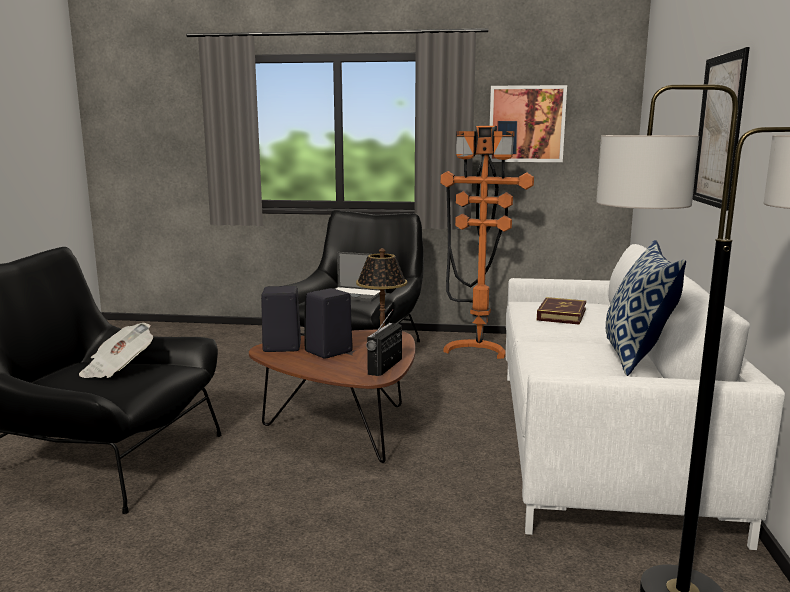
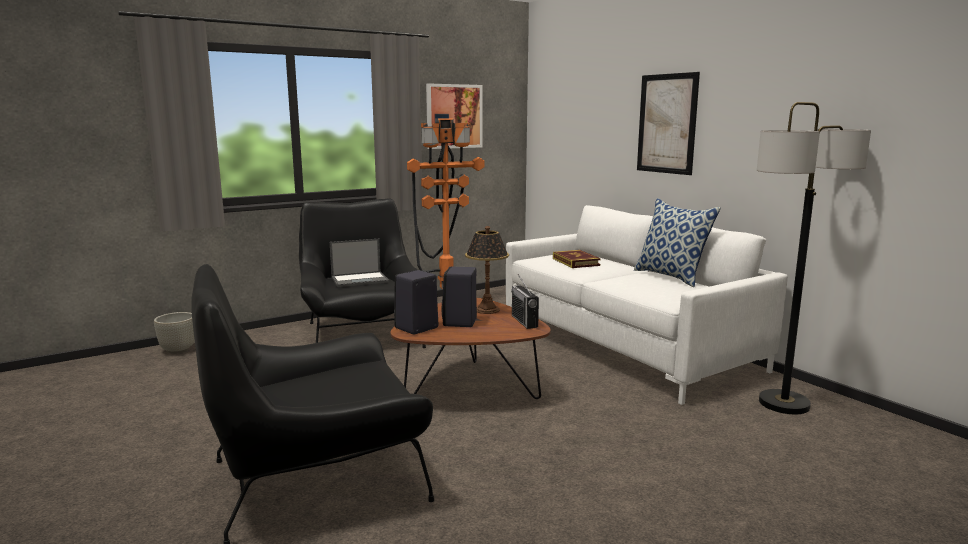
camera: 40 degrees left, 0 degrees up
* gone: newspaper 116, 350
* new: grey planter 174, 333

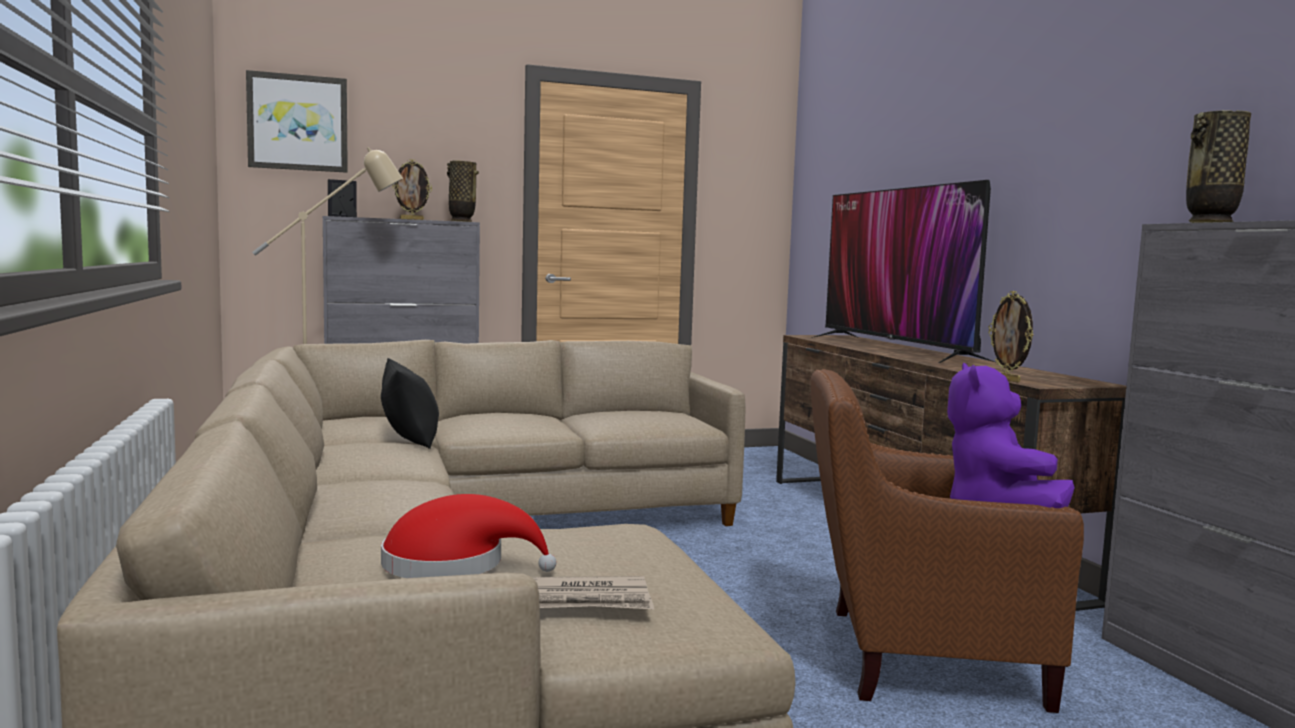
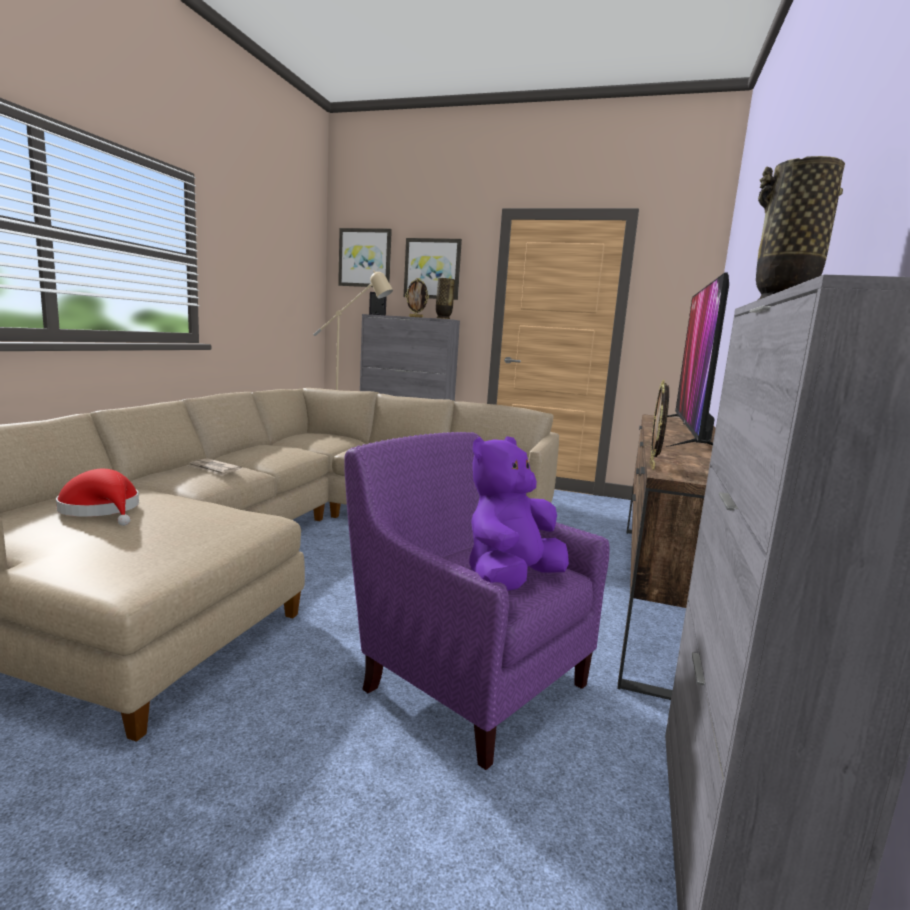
camera: 35 degrees right, 5 degrees up
* gone: blackish pillow 410, 403
* new: picture 433, 269
* shifted: newspaper 593, 592 to 214, 467
* repainted: brown armchair 947, 541 to purple armchair 477, 601

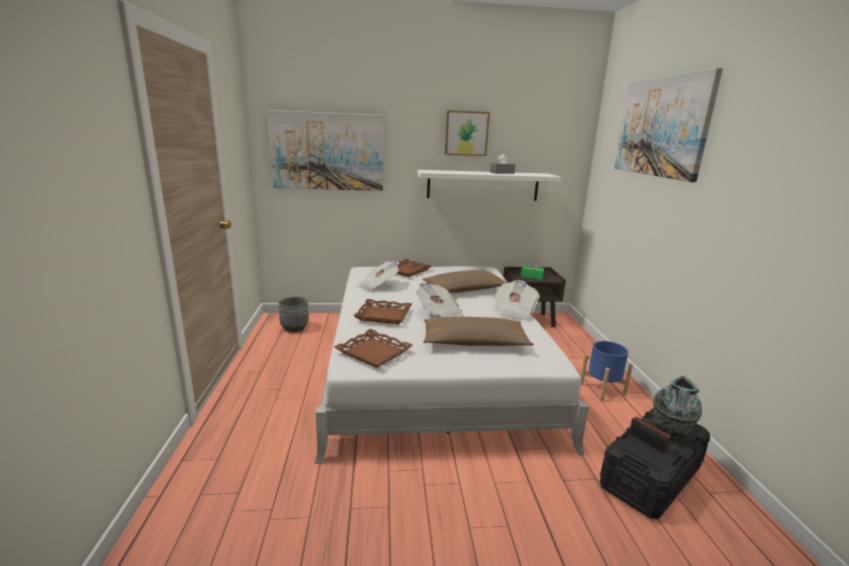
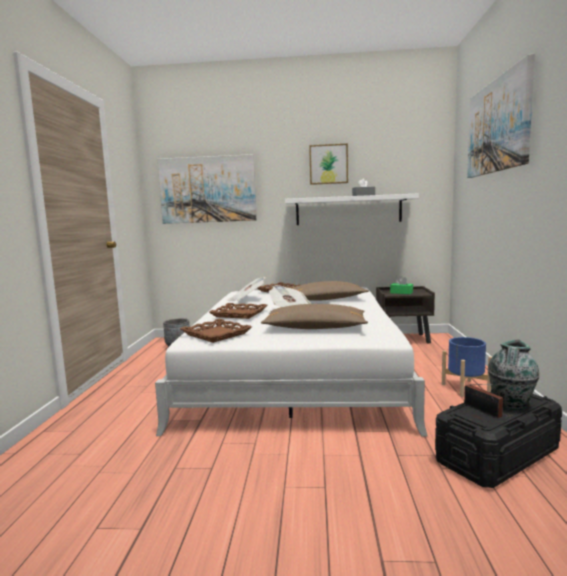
camera: 10 degrees right, 10 degrees down
* gone: newspaper 517, 299

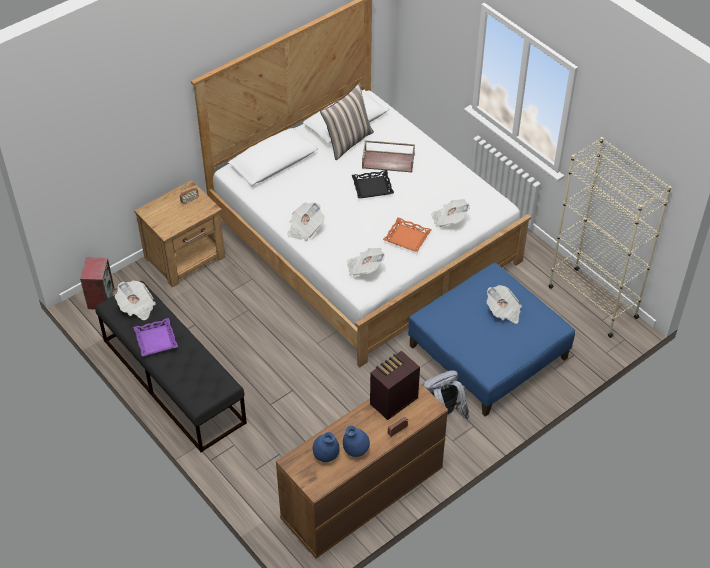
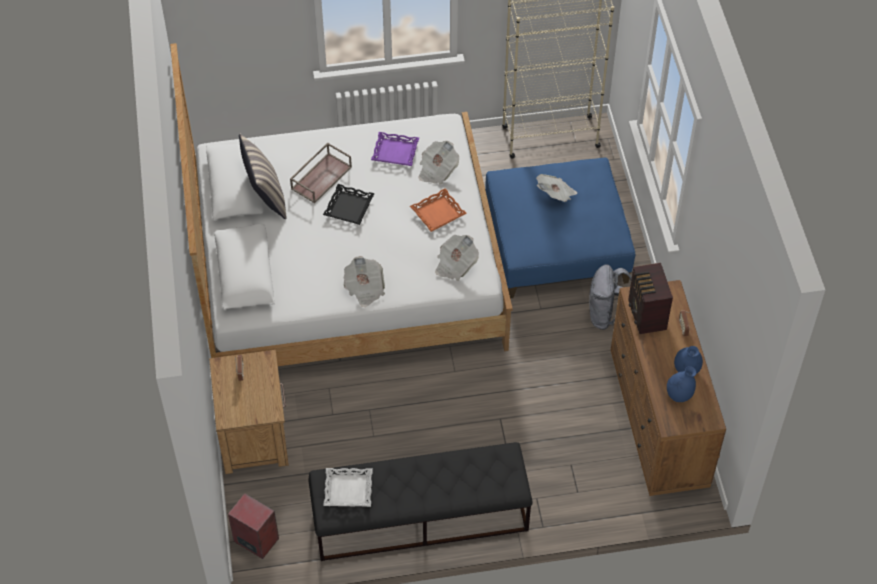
camera: 60 degrees left, 5 degrees up
* shifted: purple carrying tray 155, 337 to 395, 149
* swapped: newspaper 135, 300 to white-coloured carrying tray 348, 487

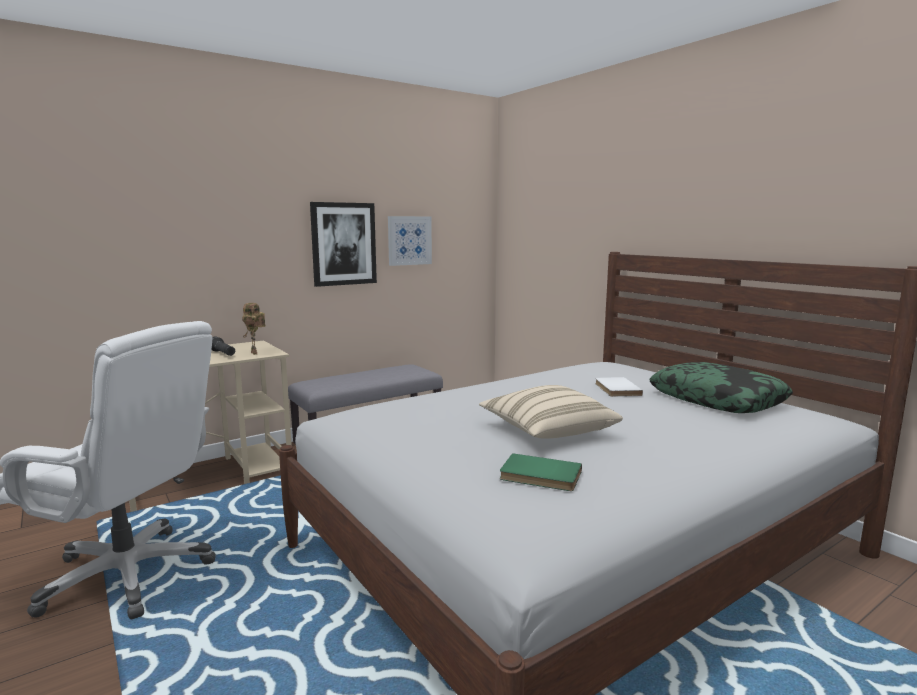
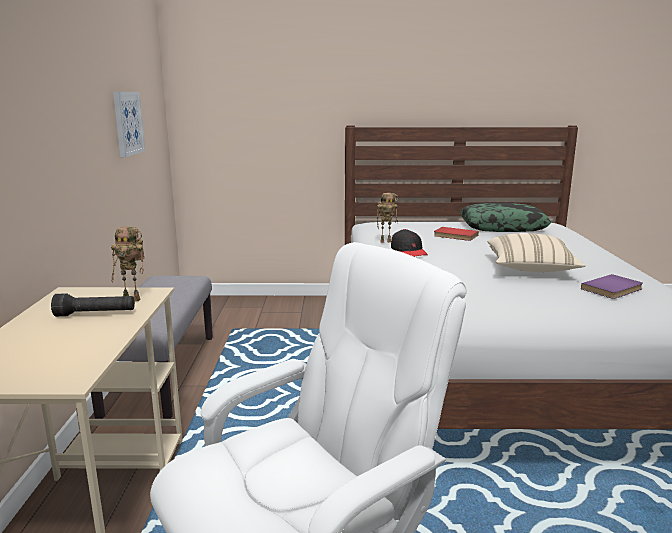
camera: 55 degrees left, 5 degrees up
* gone: picture 343, 244
* new: toy robot 387, 218
* new: blackish peaked cap 409, 243
* repainted: green-coloured book 541, 472 to purple book 612, 286
* repainted: white-coloured book 619, 387 to red-coloured book 456, 234

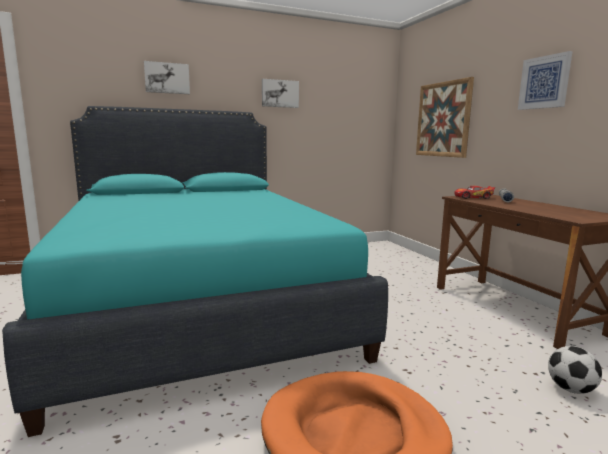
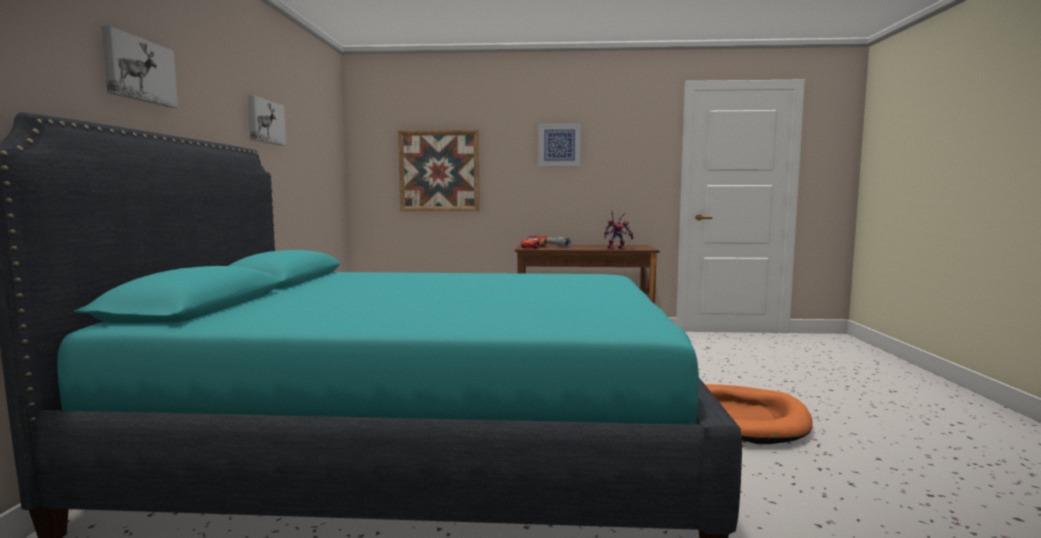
camera: 65 degrees left, 5 degrees down
* gone: football 575, 370
* new: toy robot 619, 230

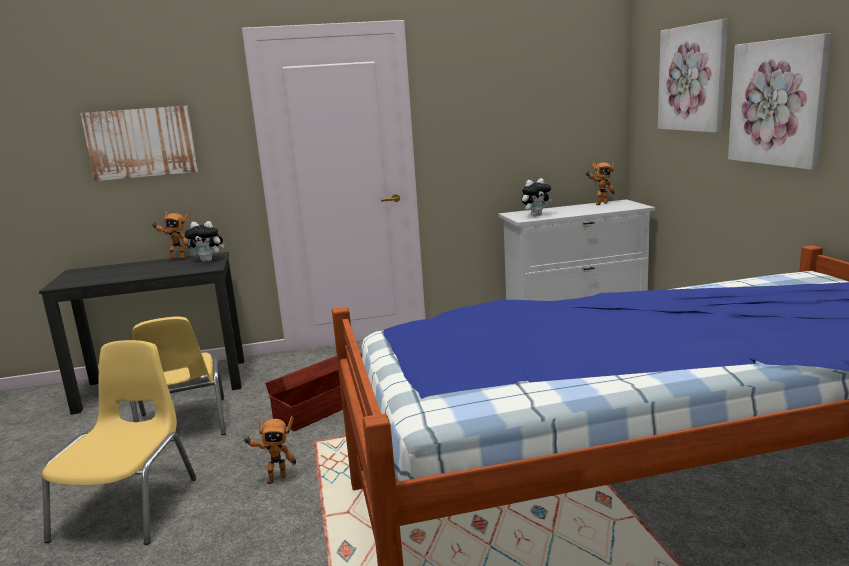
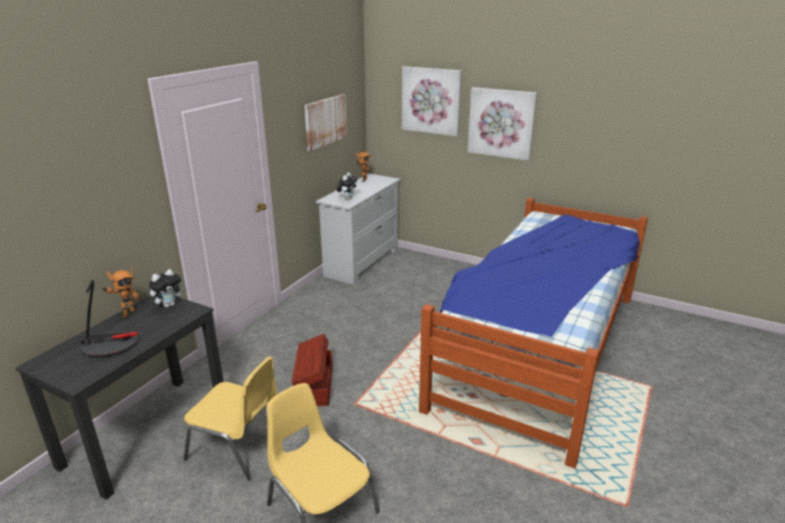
camera: 50 degrees left, 10 degrees up
* gone: toy robot 269, 450
* new: lamp for a table 110, 318
* shifted: picture 139, 143 to 325, 122

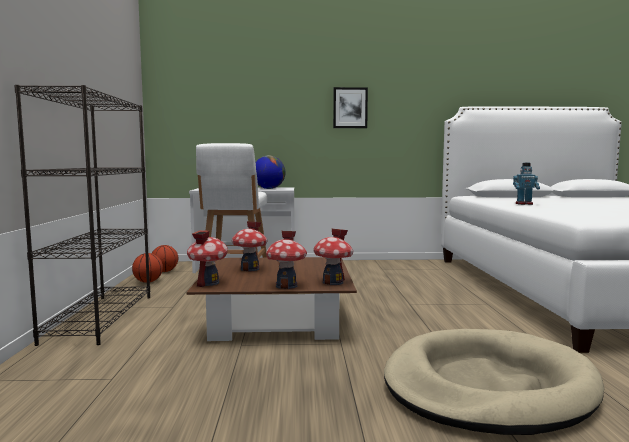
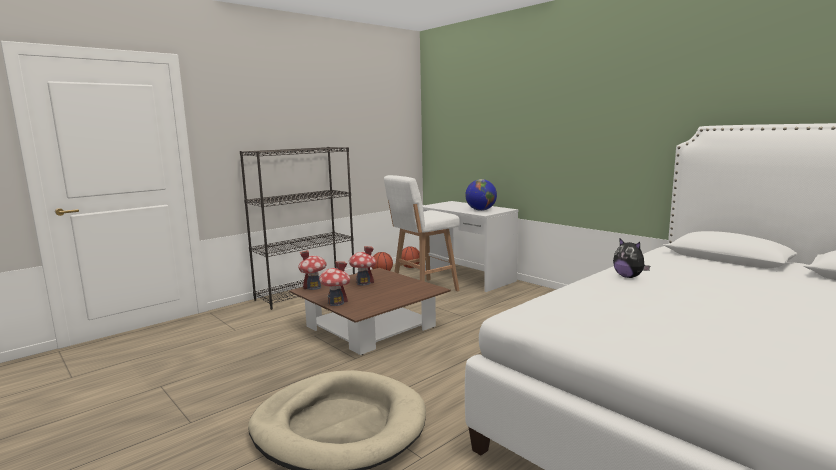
camera: 50 degrees right, 5 degrees up
* gone: model house 333, 257
* gone: picture 350, 107
* swapped: toy robot 526, 184 to plush toy 631, 258

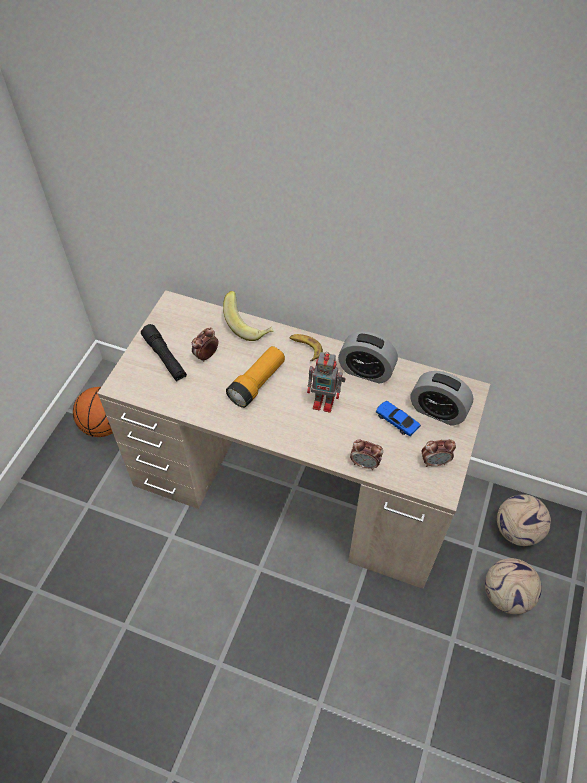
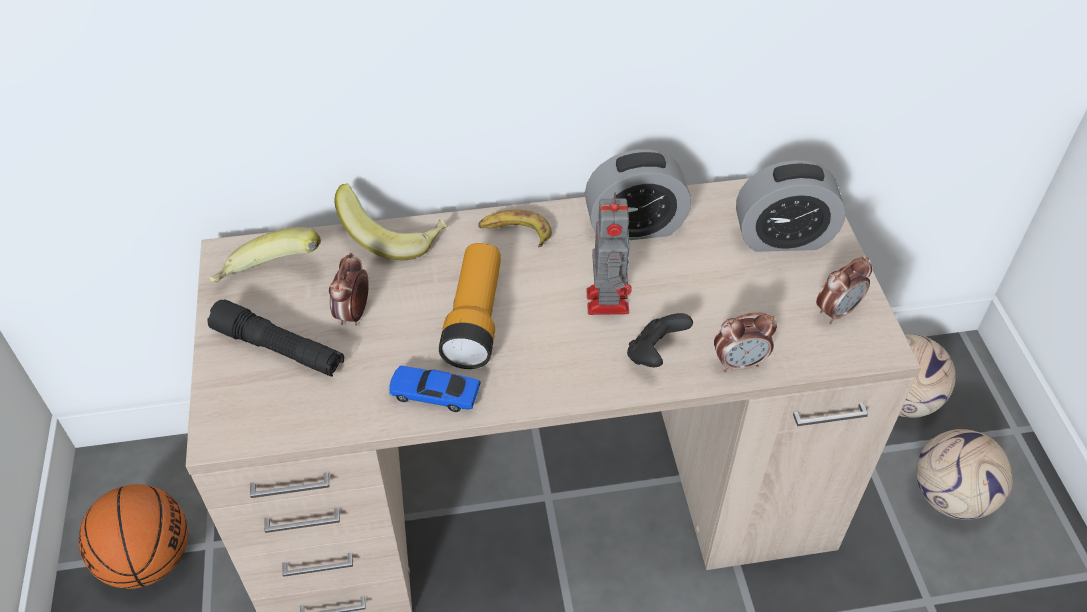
camera: 30 degrees left, 5 degrees down
* new: banana 265, 255
* new: blackish gamepad 660, 340
* shifted: toy car 398, 418 to 434, 388
* rotated: toy robot 326, 382 = 609, 253 75 degrees counterclockwise

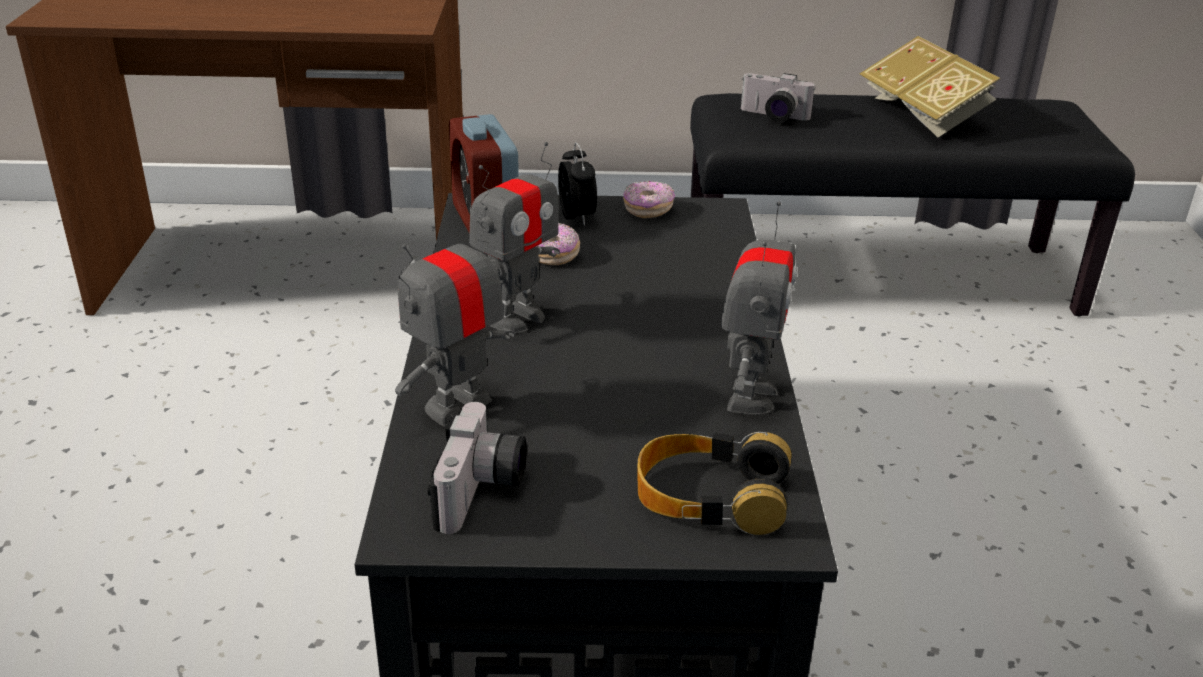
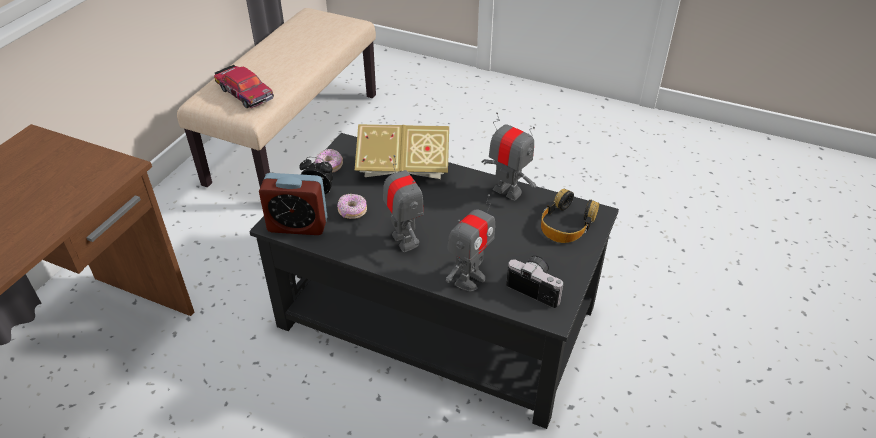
camera: 65 degrees left, 10 degrees up
* shifted: book 930, 86 to 402, 151
* swapped: photo camera 778, 97 to toy car 244, 86
* repainted: blackish indoor bench 912, 205 to beige indoor bench 276, 97
* rotated: toy robot 455, 316 = 470, 242 120 degrees counterclockwise

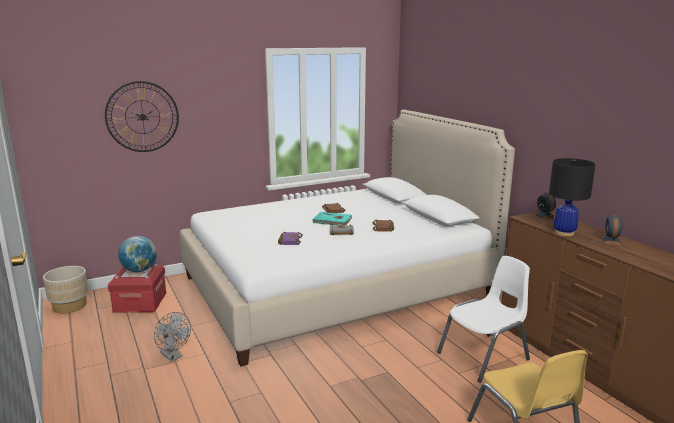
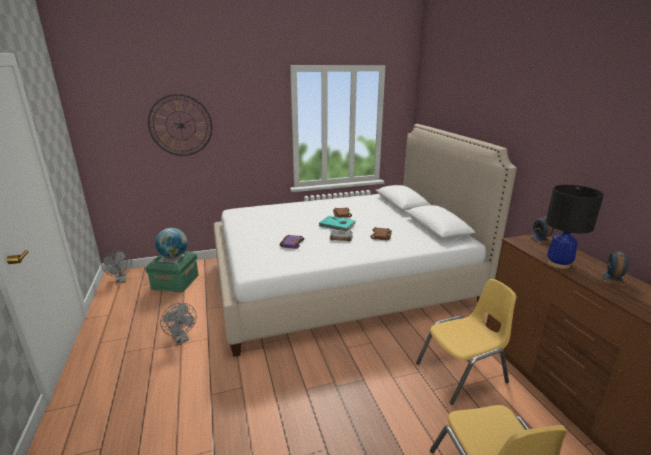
camera: 10 degrees right, 5 degrees up
* swapped: beige planter 65, 289 to grey electric fan 116, 267
* repainted: red-coloured storage box 137, 288 to green-coloured storage box 172, 271
* repainted: white-coloured plain chair 483, 319 to yellow plain chair 466, 342

